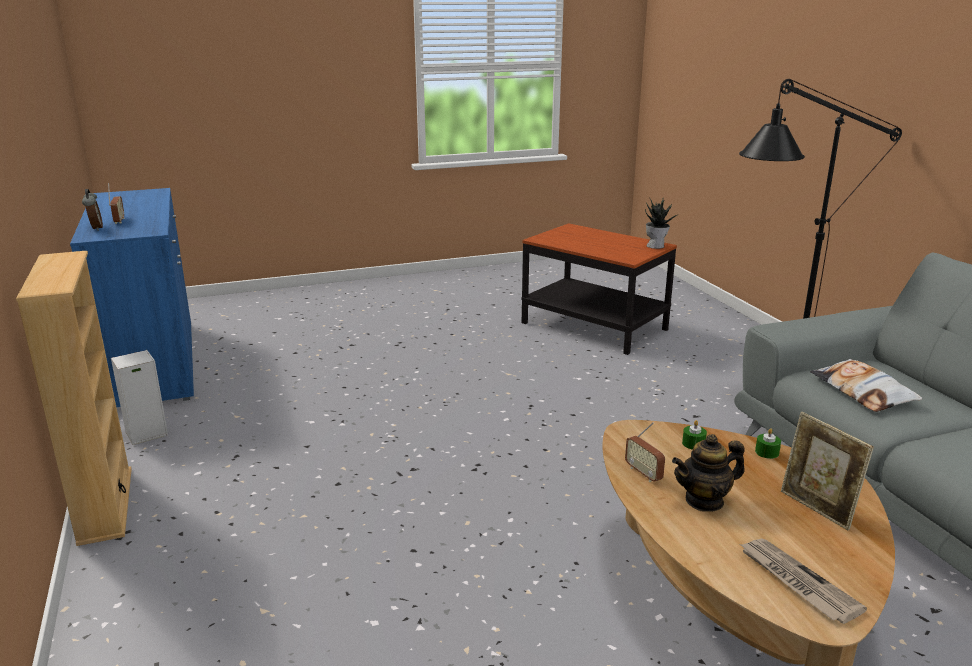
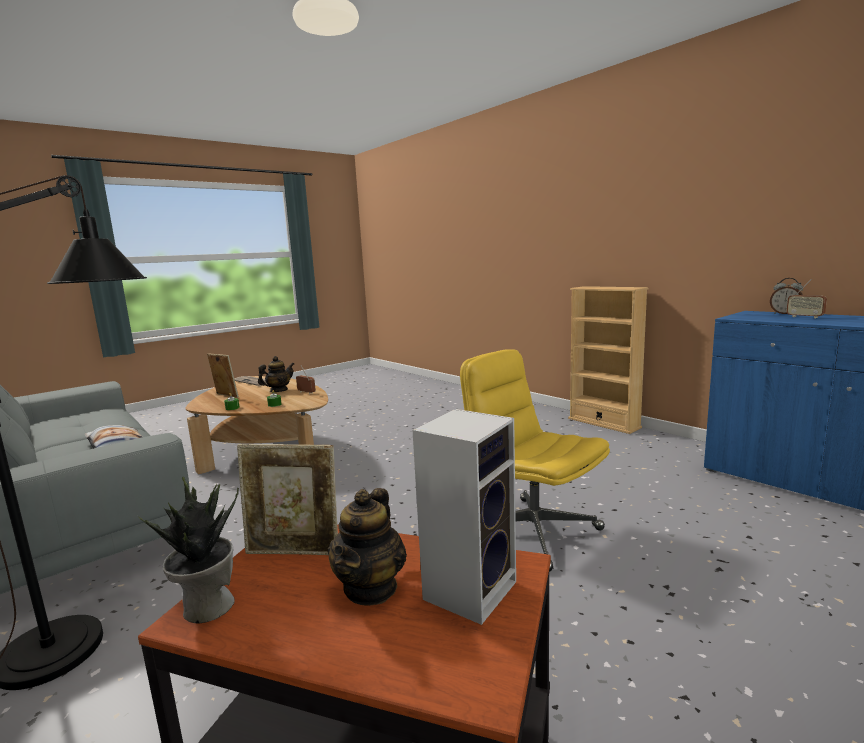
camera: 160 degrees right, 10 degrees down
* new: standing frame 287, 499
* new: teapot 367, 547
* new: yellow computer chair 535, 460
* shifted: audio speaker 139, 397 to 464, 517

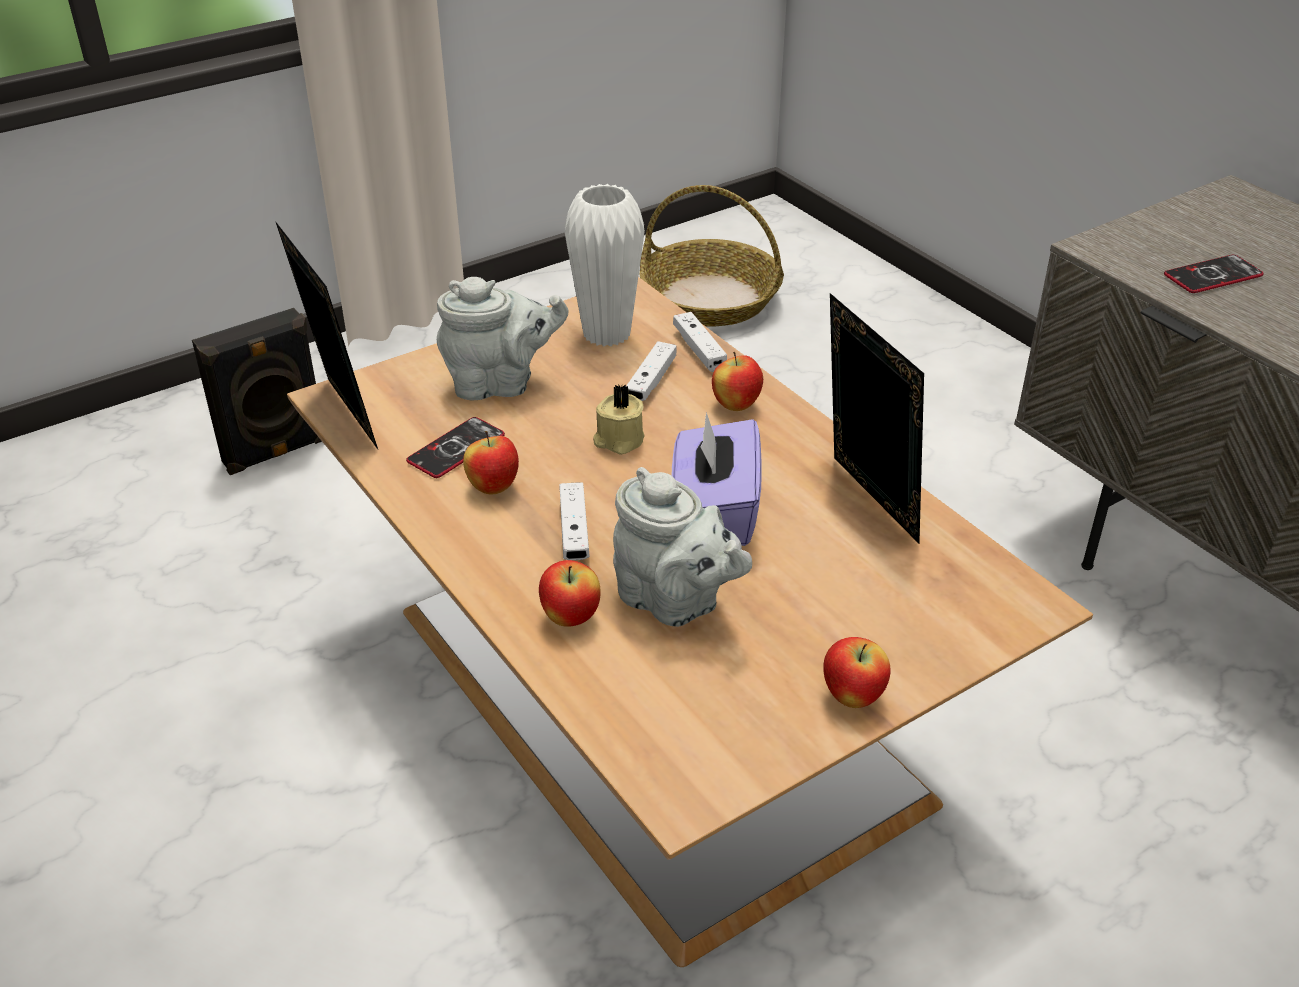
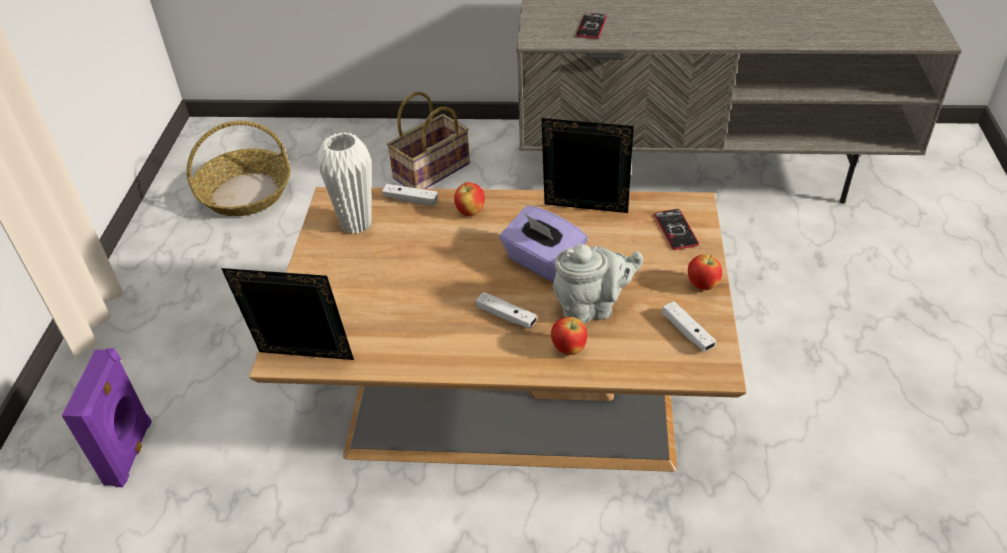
camera: 50 degrees left, 5 degrees up
* gone: grey teapot 503, 338
* gone: whole apple 491, 462
* gone: beige candle 618, 419
* new: basket 428, 140
* shifted: handset 455, 447 to 676, 229
* shifted: white-coloured gamepad 651, 371 to 689, 326
* repainted: blackish audio speaker 257, 391 to purple audio speaker 107, 417

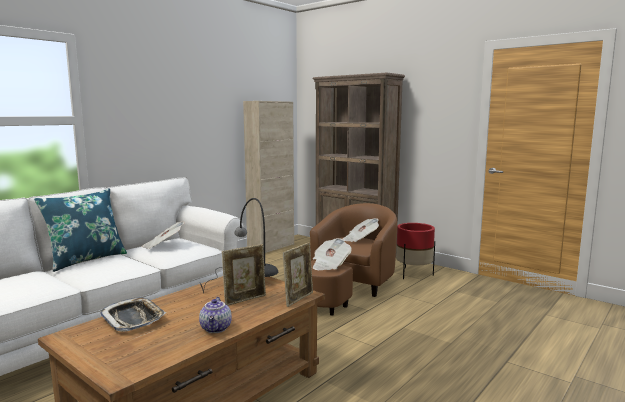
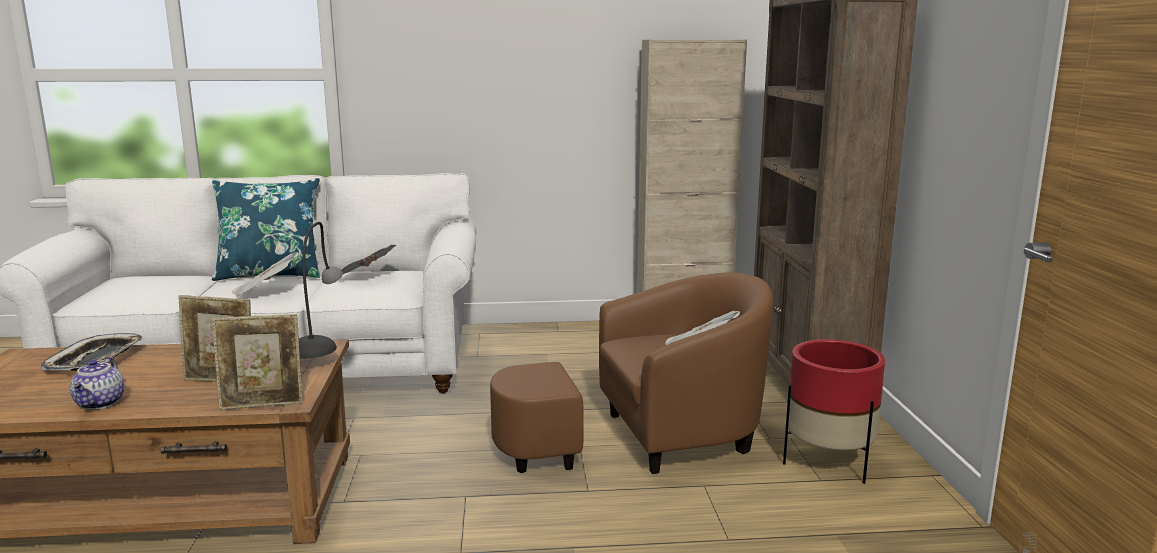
camera: 45 degrees right, 5 degrees up
* shifted: newspaper 332, 254 to 265, 274
* rotated: teapot 215, 315 = 97, 383 45 degrees counterclockwise

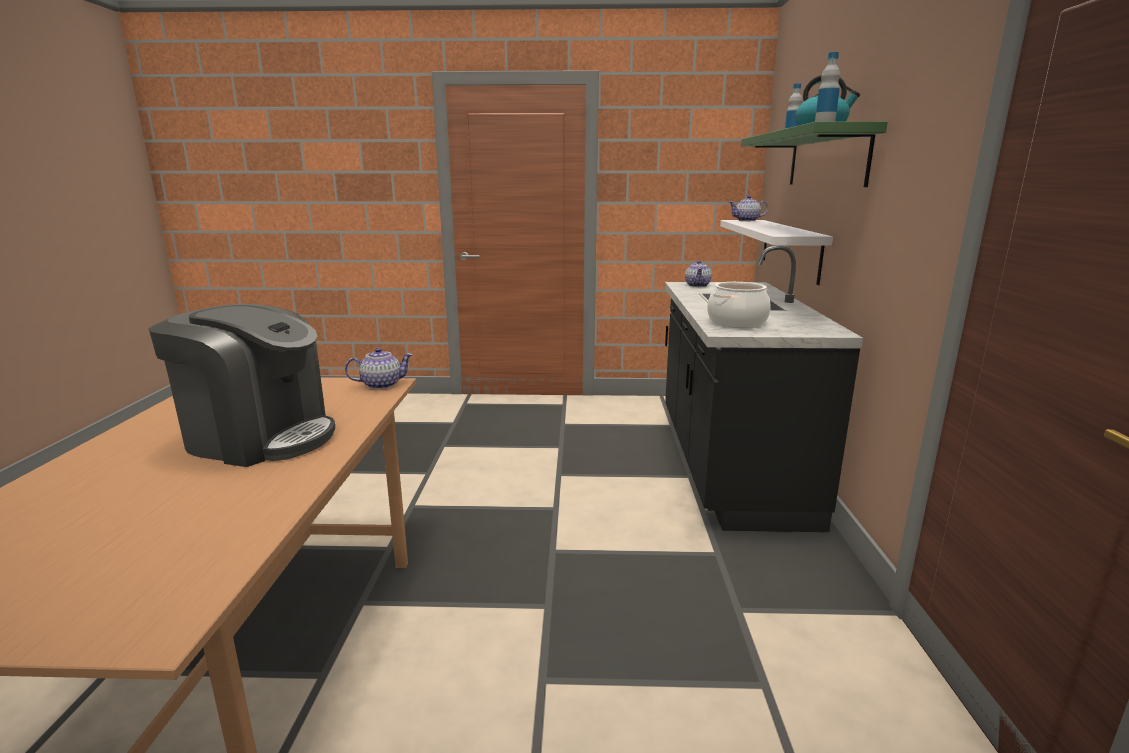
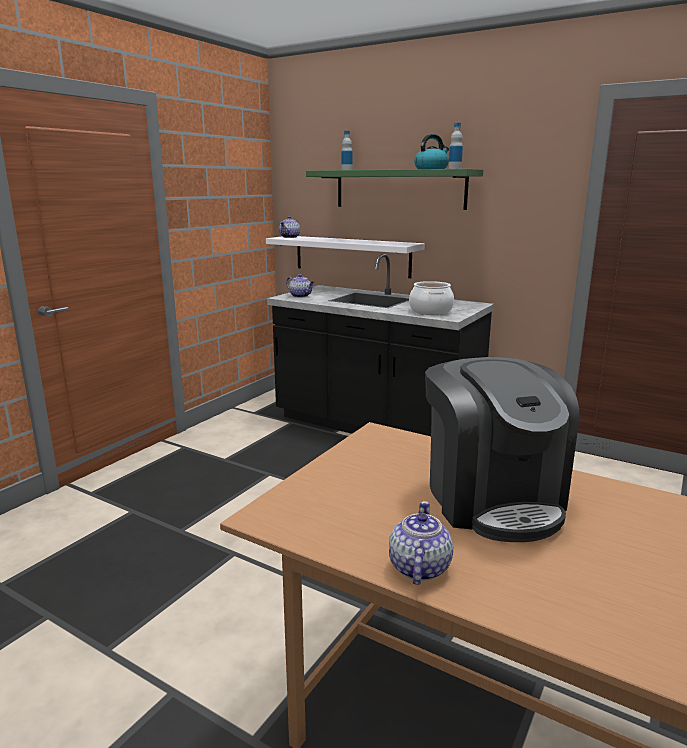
camera: 60 degrees left, 0 degrees up
* shifted: teapot 379, 368 to 421, 543
* rotated: coffee brewer 242, 385 = 502, 449 120 degrees clockwise

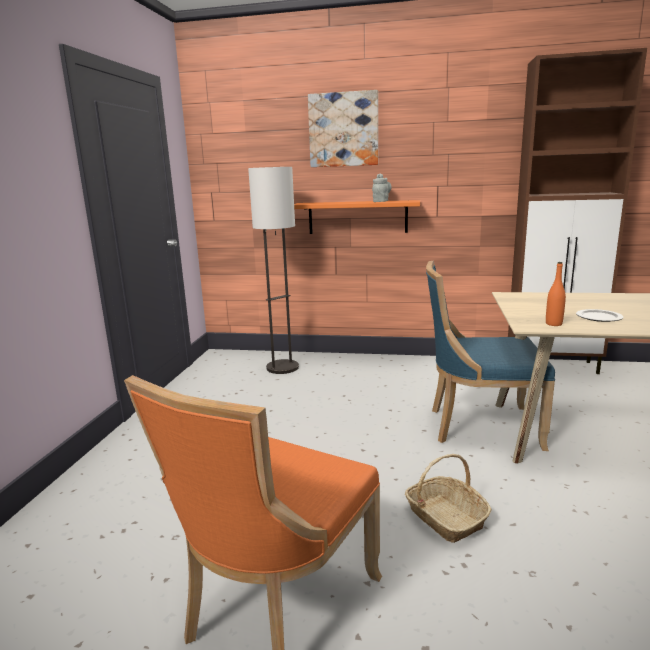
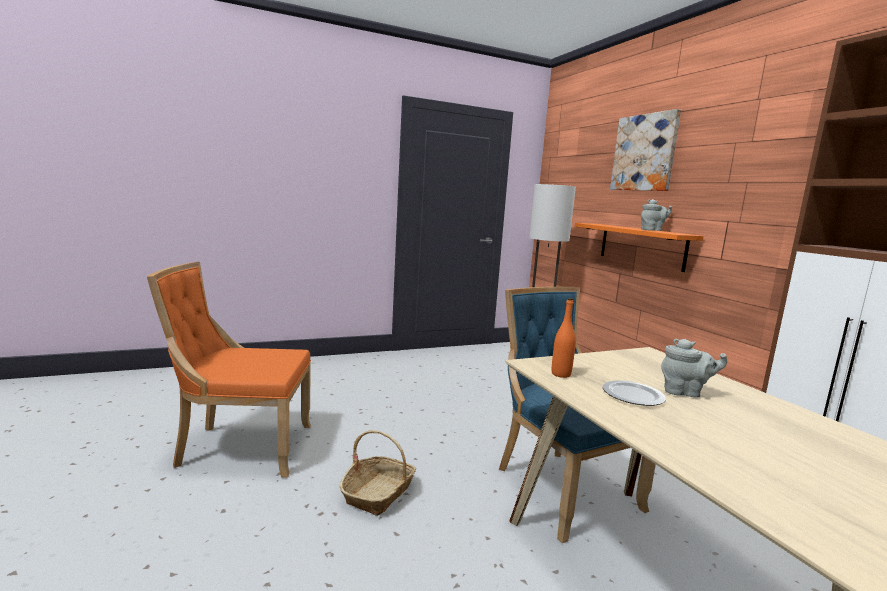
camera: 55 degrees right, 5 degrees down
* new: grey teapot 694, 368

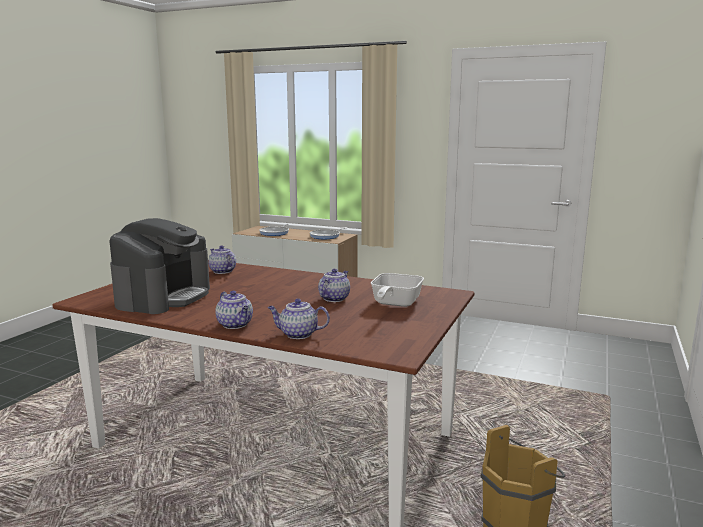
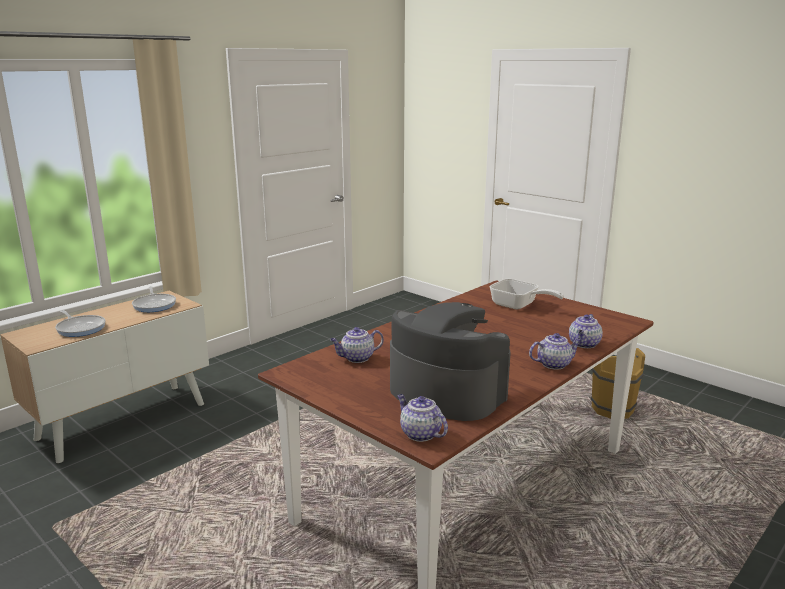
camera: 70 degrees left, 5 degrees up
* shifted: teapot 334, 285 to 422, 418

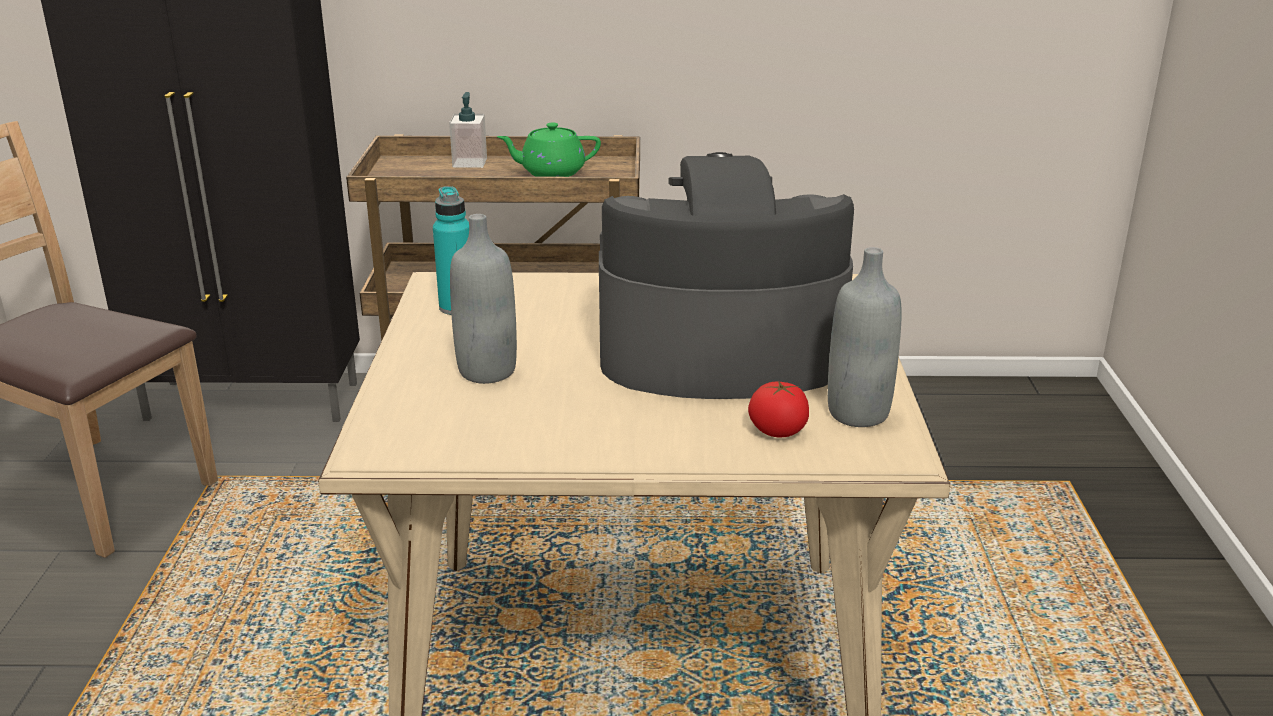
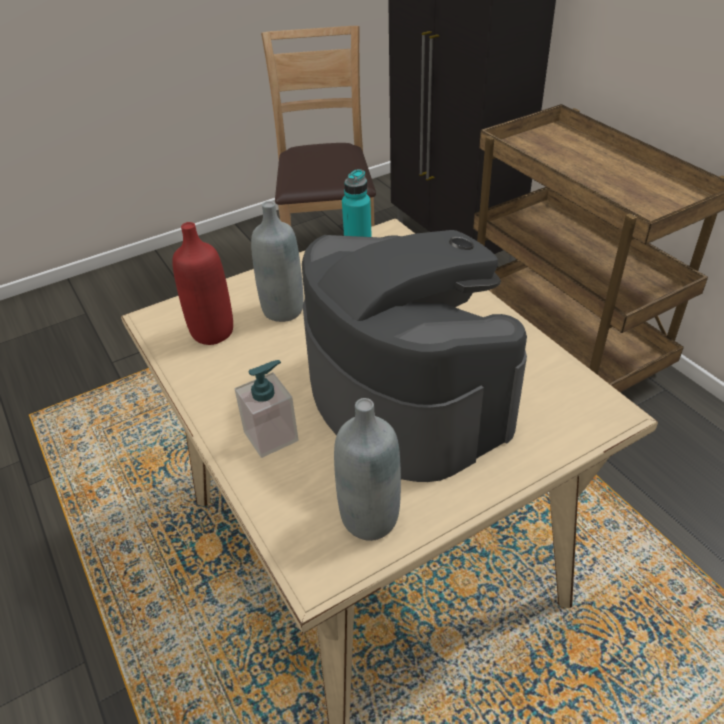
camera: 60 degrees right, 15 degrees up
* gone: green-coloured teapot 549, 149
* gone: tomato 778, 409
* new: red-coloured beverage bottle 202, 283
* shifted: soap dispenser 468, 130 to 266, 409

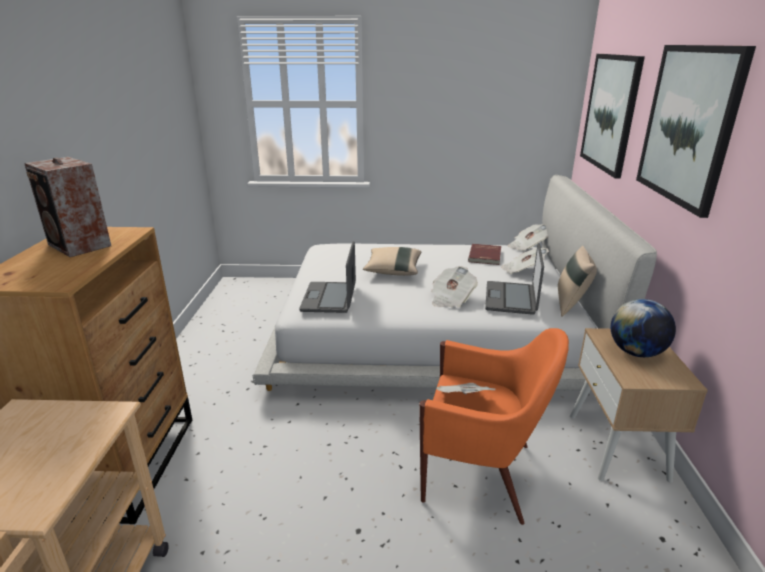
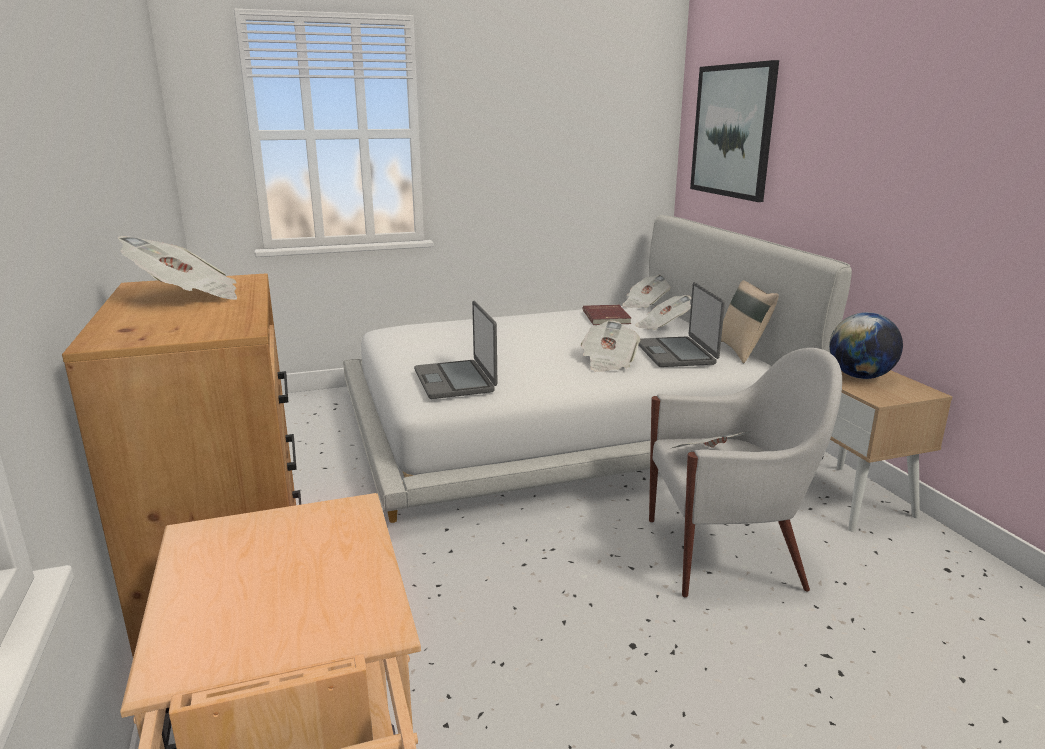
camera: 20 degrees left, 5 degrees down
* gone: beige pillow 392, 261
* gone: picture 696, 131
* swapped: audio speaker 67, 207 to newspaper 177, 268
* repainted: orange-coloured armchair 494, 426 to white-coloured armchair 745, 473

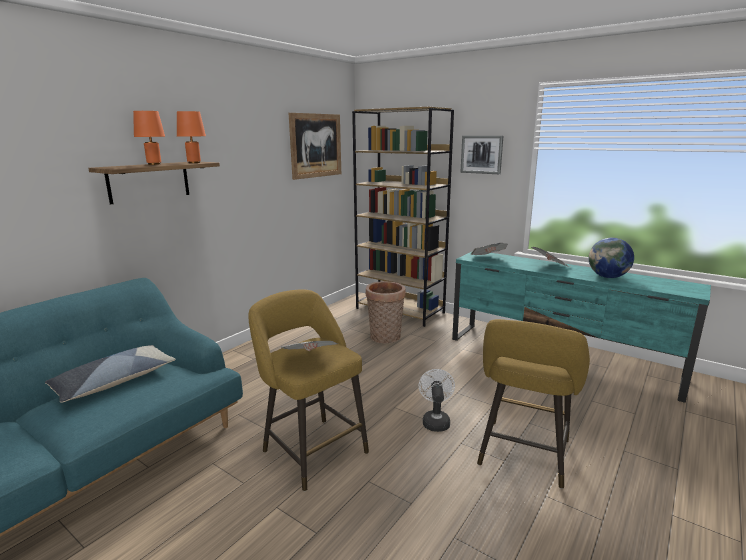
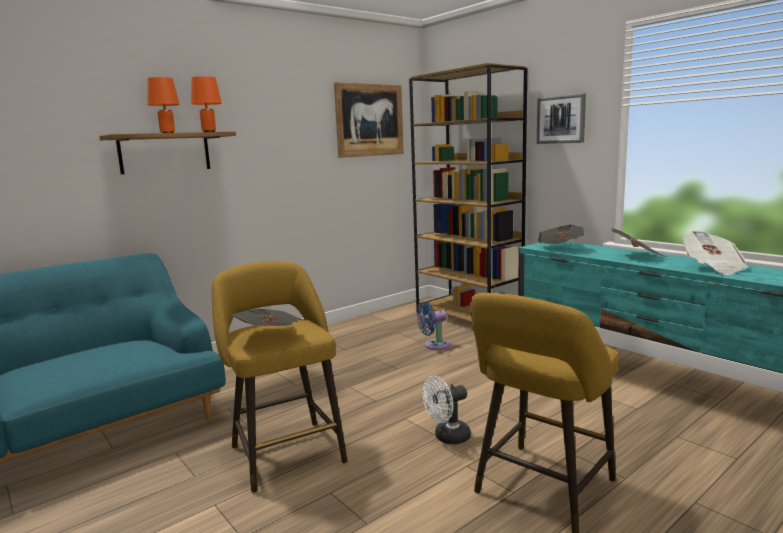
camera: 15 degrees right, 5 degrees down
* gone: pillow 110, 374
* swapped: basket 385, 312 to blue-coloured electric fan 433, 326
* swapped: world globe 611, 258 to newspaper 715, 253
* rotated: white-coloured electric fan 437, 400 = 446, 410 135 degrees counterclockwise

